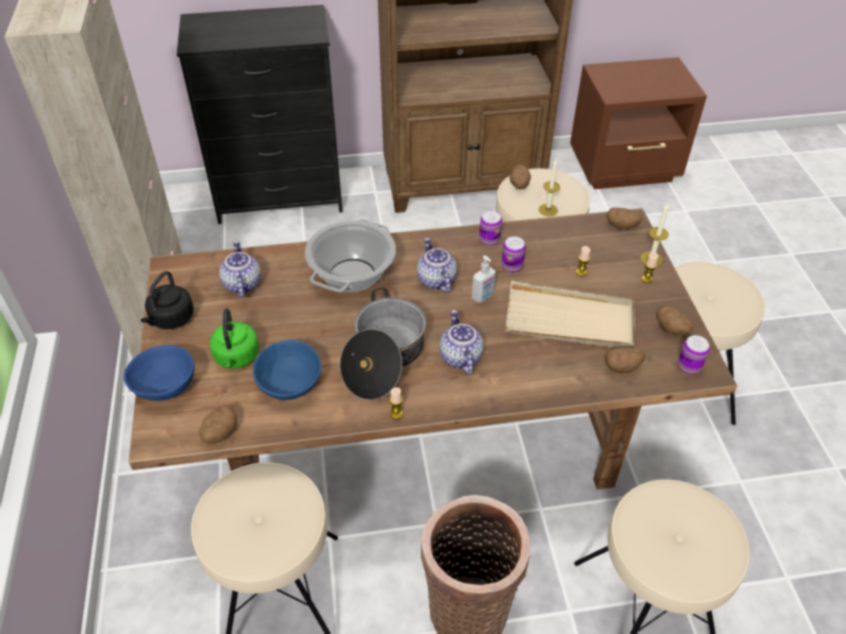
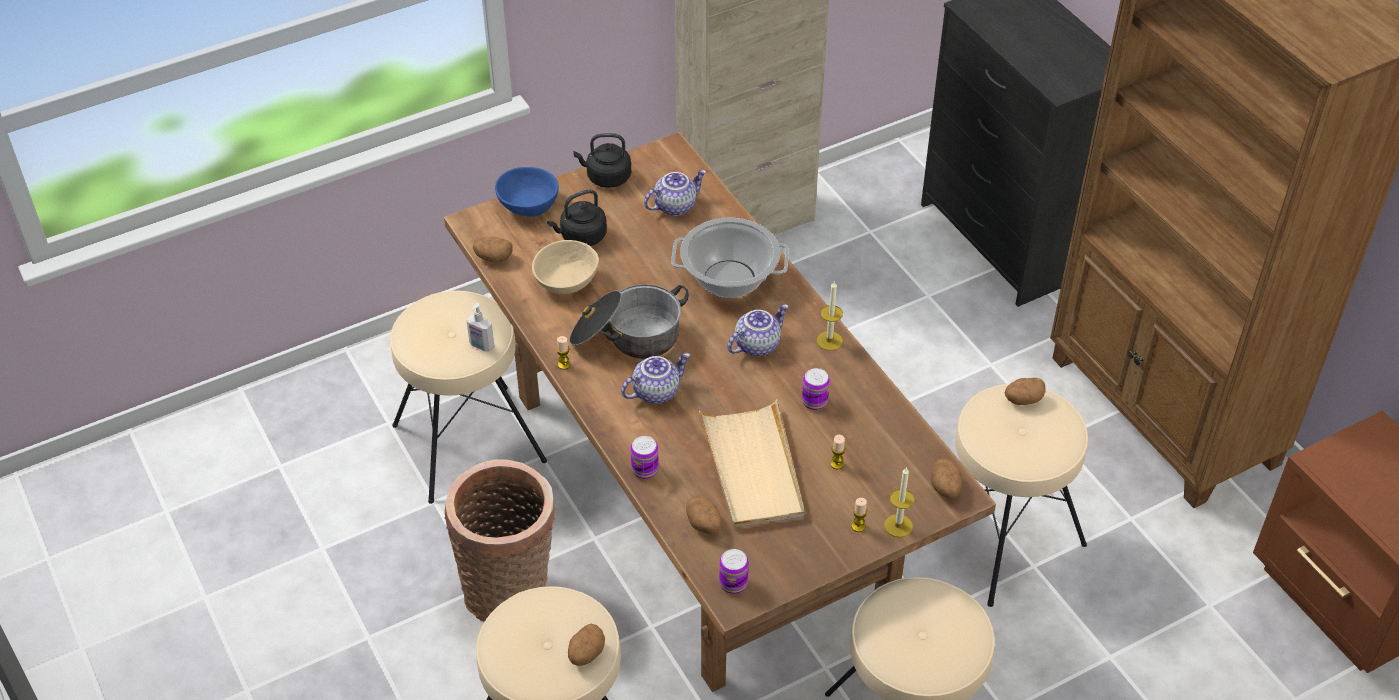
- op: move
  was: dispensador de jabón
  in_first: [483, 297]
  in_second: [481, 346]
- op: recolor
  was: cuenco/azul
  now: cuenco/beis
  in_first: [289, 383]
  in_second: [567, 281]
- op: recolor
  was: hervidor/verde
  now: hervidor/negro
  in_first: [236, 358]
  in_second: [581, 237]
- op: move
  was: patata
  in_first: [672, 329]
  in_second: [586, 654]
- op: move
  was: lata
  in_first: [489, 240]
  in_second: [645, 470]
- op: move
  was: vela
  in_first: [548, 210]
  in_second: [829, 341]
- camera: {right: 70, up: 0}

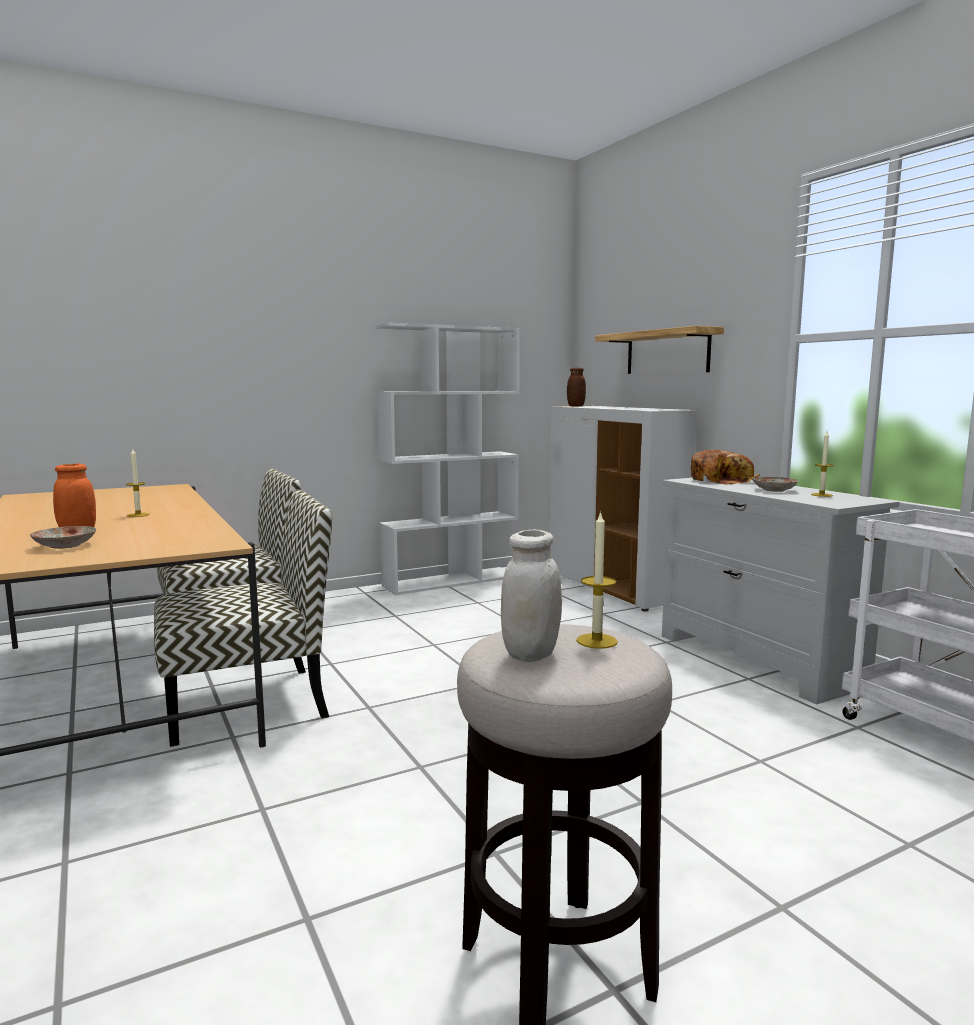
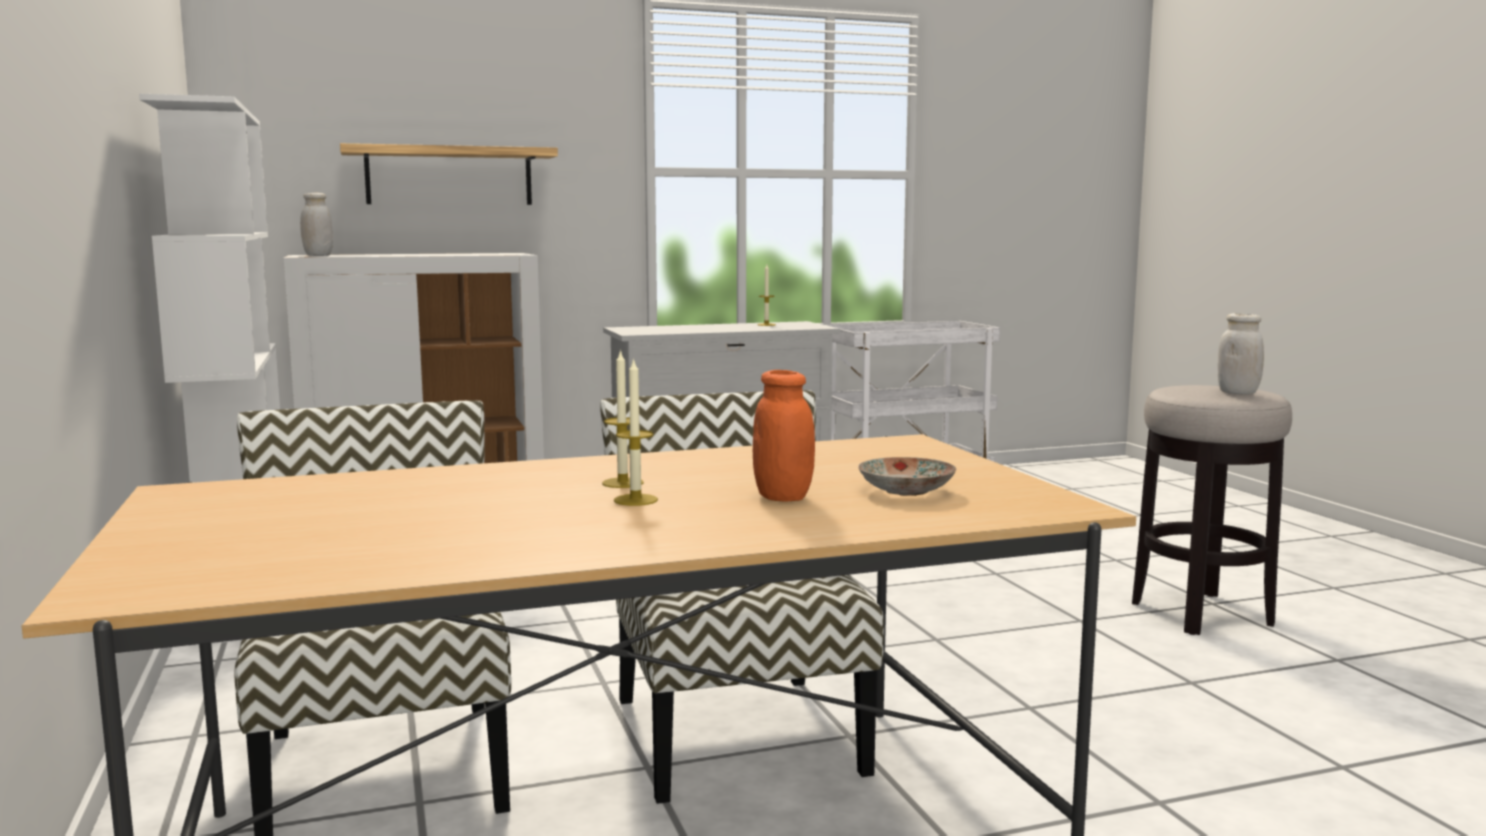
- op: recolor
  was: tarro/marrón
  now: tarro/blanco
  in_first: [575, 406]
  in_second: [318, 255]
- op: move
  was: vela
  in_first: [596, 641]
  in_second: [635, 500]
- op: delete
  was: pan
  in_first: [722, 480]
- op: delete
  was: plato
  in_first: [775, 490]
- camera: {right: -80, up: 0}

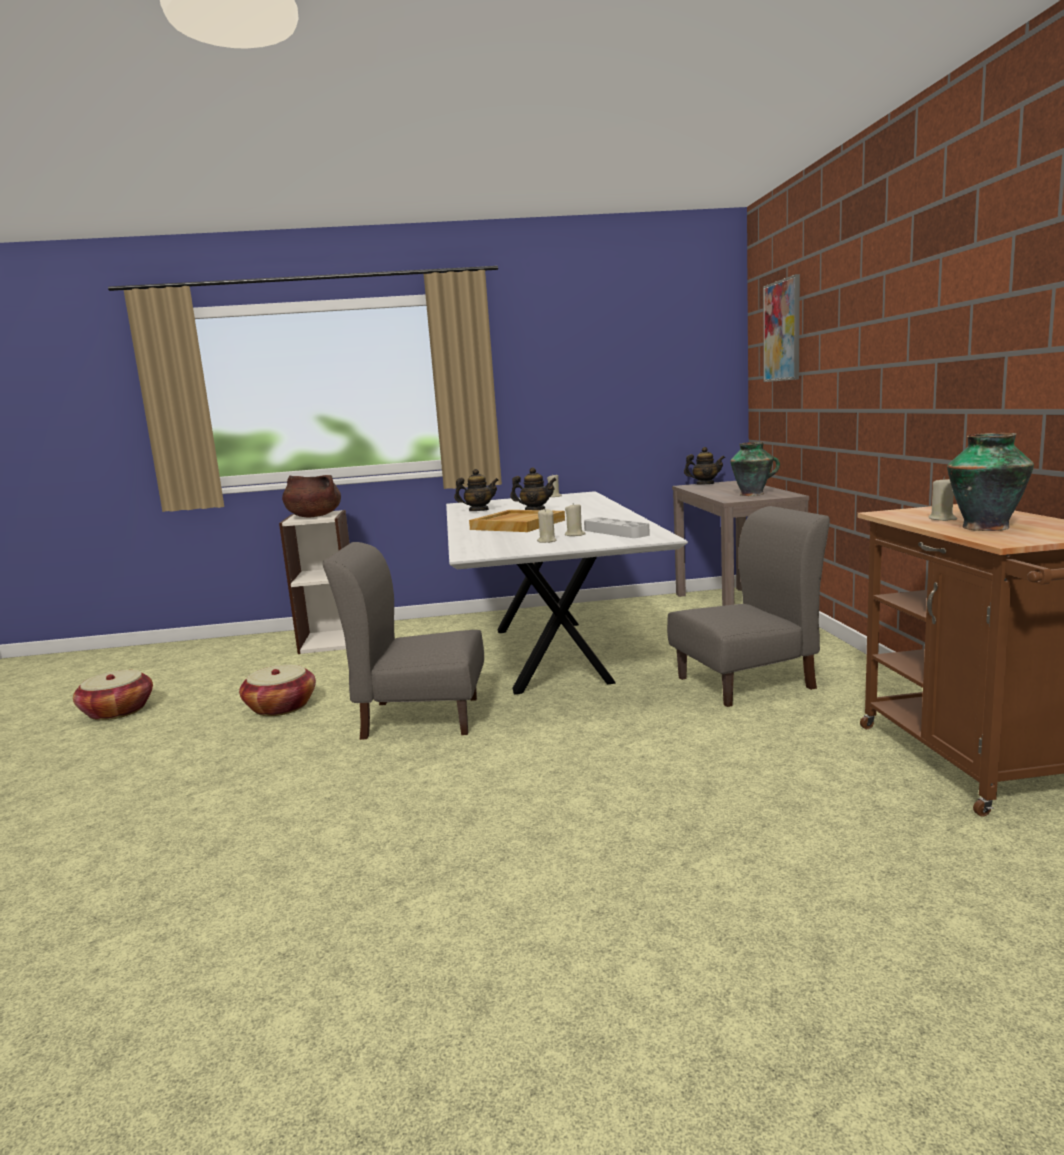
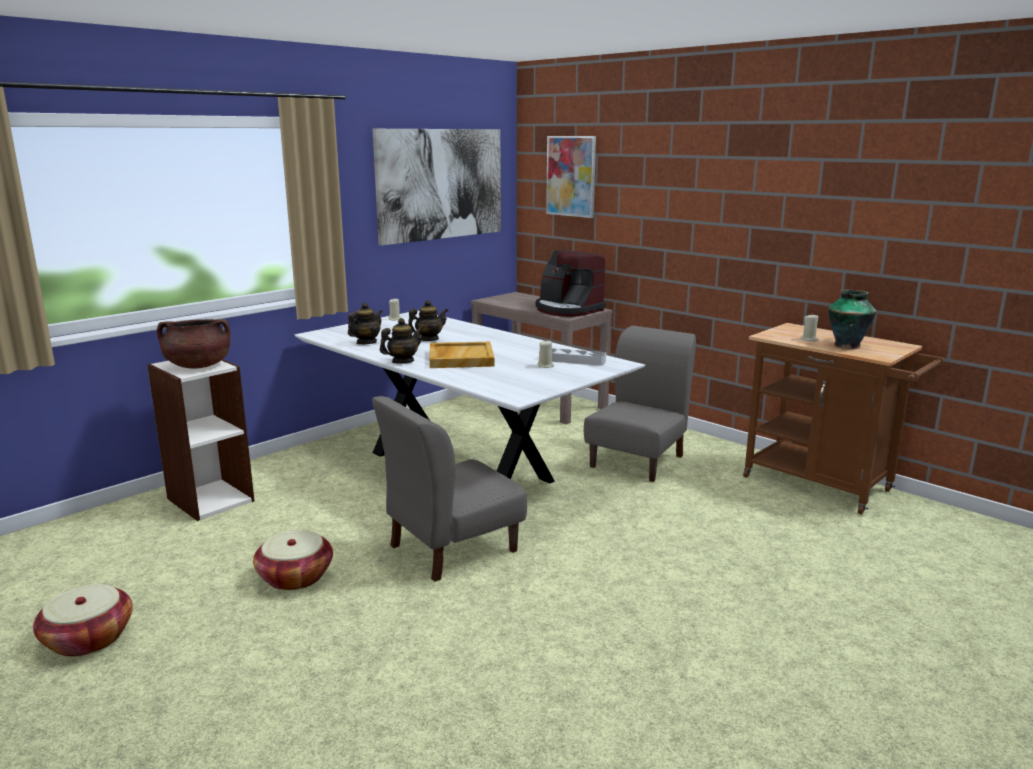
- op: insert
  now: cuadro
  in_second: [440, 184]
- op: move
  was: tetera
  in_first: [705, 484]
  in_second: [402, 361]
- op: replace
  was: florero
  now: cafetera
  in_first: [753, 494]
  in_second: [568, 309]
- op: delete
  was: vela/beis
  in_first: [546, 541]
- camera: {right: -40, up: 5}

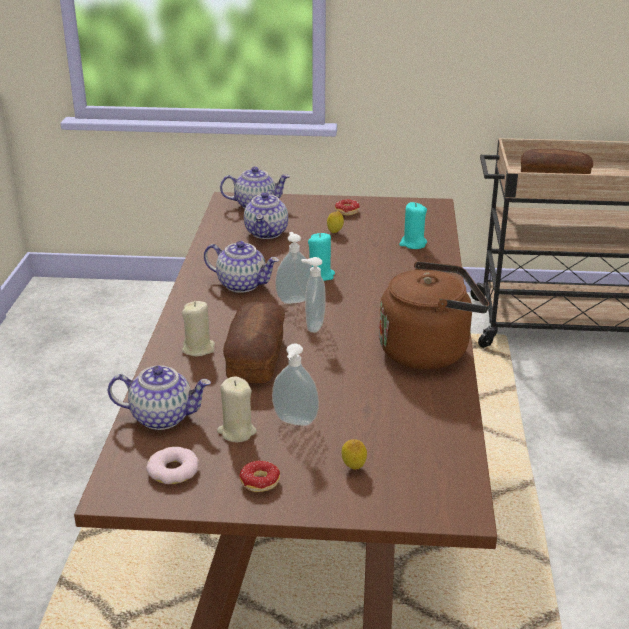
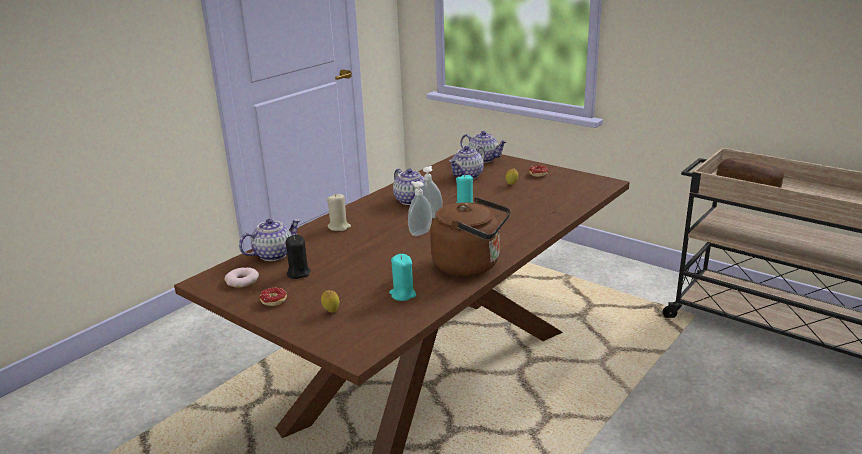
- op: rotate
  was: tetera
  in_first: [163, 417]
  in_second: [273, 254]
  clockwise: -75
- op: recolor
  was: vela/beis
  now: vela/negro
  in_first: [236, 432]
  in_second: [298, 273]
- op: move
  was: vela/turquesa
  in_first: [413, 244]
  in_second: [402, 294]
- op: delete
  was: pan
  in_first: [256, 358]
- op: delete
  was: dispensador de jabón
  in_first: [294, 422]
- camera: {right: 35, up: -5}

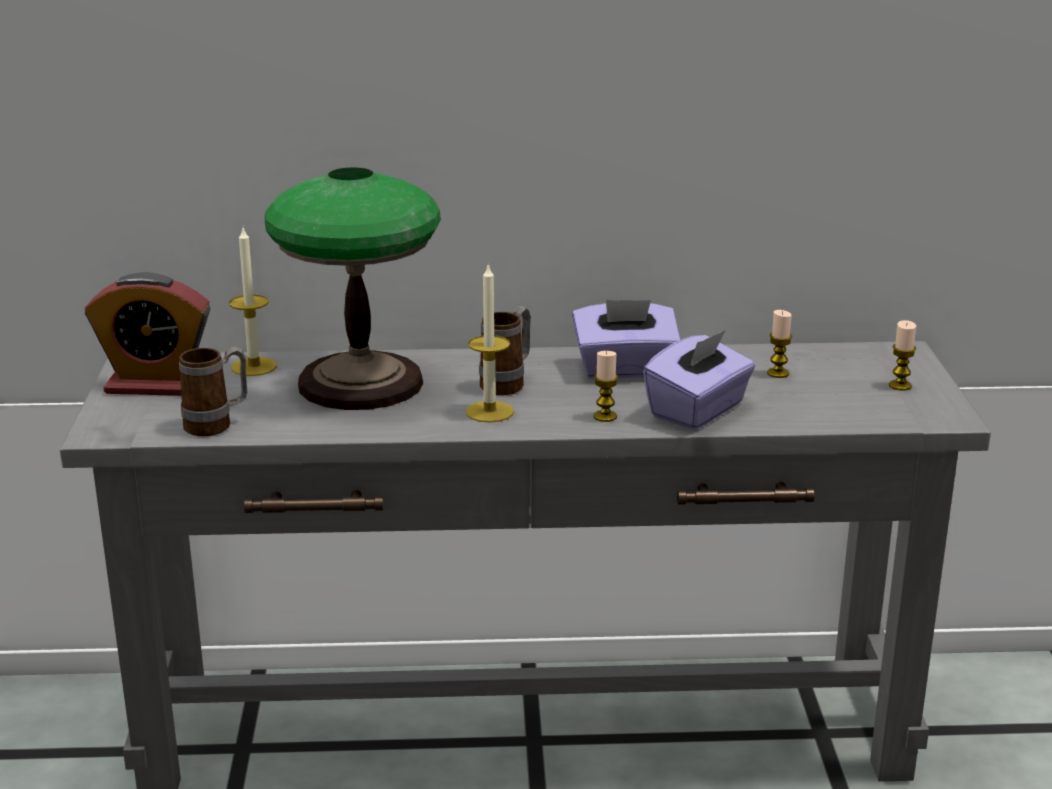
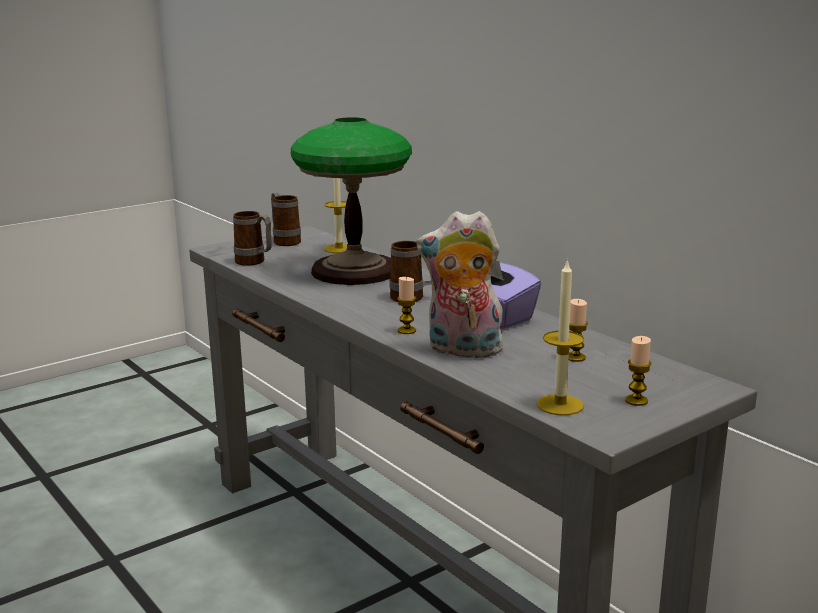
- op: replace
  was: despertador
  now: taza grande
  in_first: [155, 385]
  in_second: [284, 241]
- op: replace
  was: caja de pañuelos/morado
  now: peluche
  in_first: [698, 410]
  in_second: [462, 351]
- op: move
  was: vela
  in_first: [489, 412]
  in_second: [560, 405]
- camera: {right: 55, up: -5}

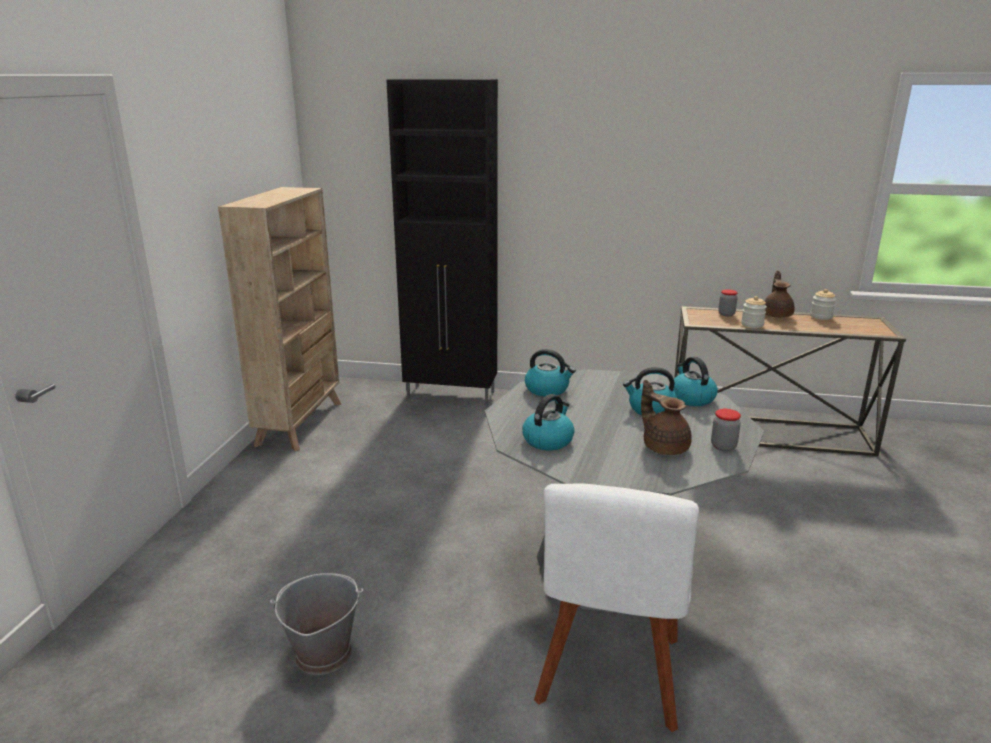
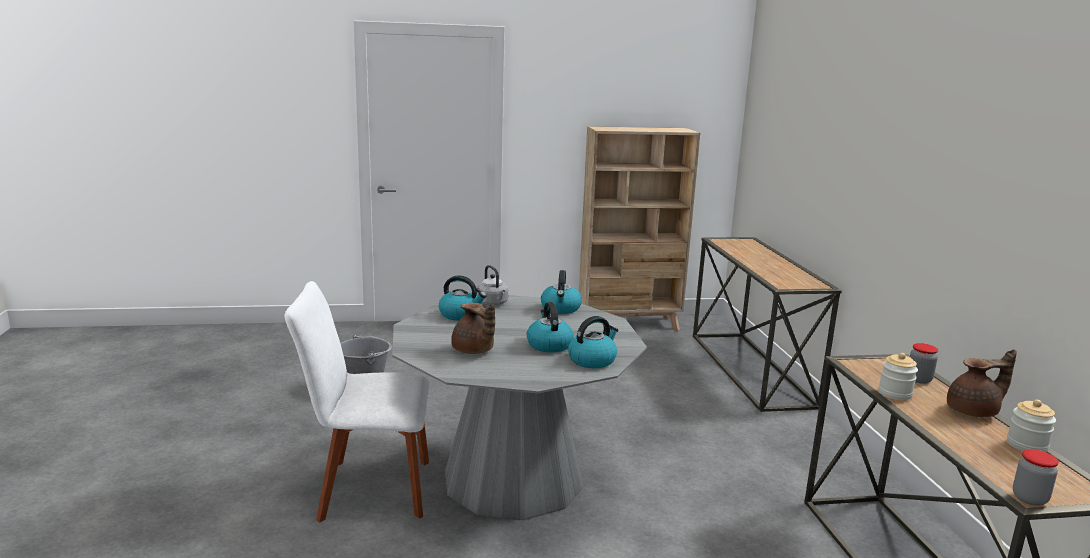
- op: rotate
  was: tetera/marrón
  in_first: [664, 446]
  in_second: [473, 351]
  clockwise: 105
- op: insert
  now: hervidor/gris
  in_second: [493, 303]
- op: replace
  was: armario/negro
  now: mesa consola
  in_first: [452, 396]
  in_second: [752, 369]
- op: move
  was: tarro
  in_first: [723, 446]
  in_second: [1029, 498]
- camera: {right: 70, up: -5}

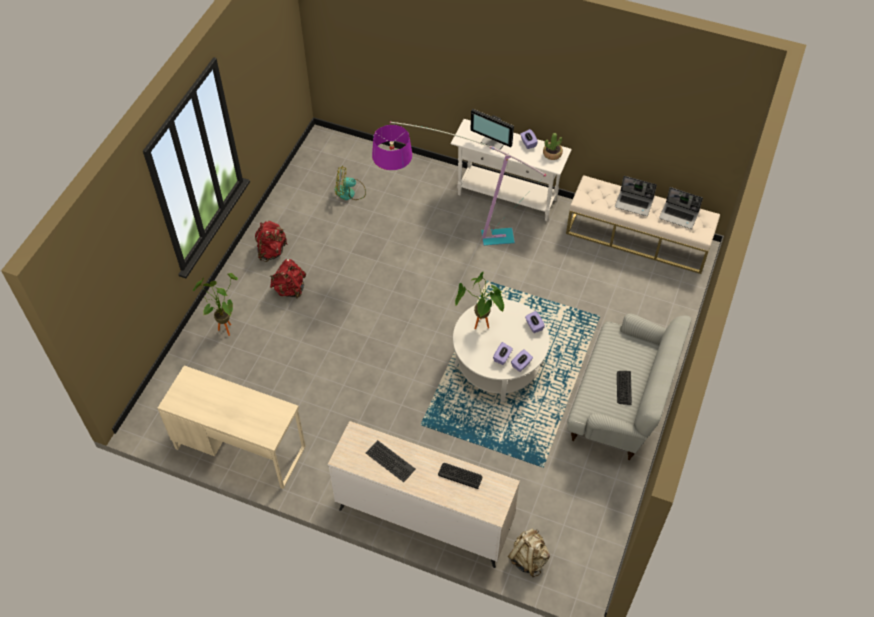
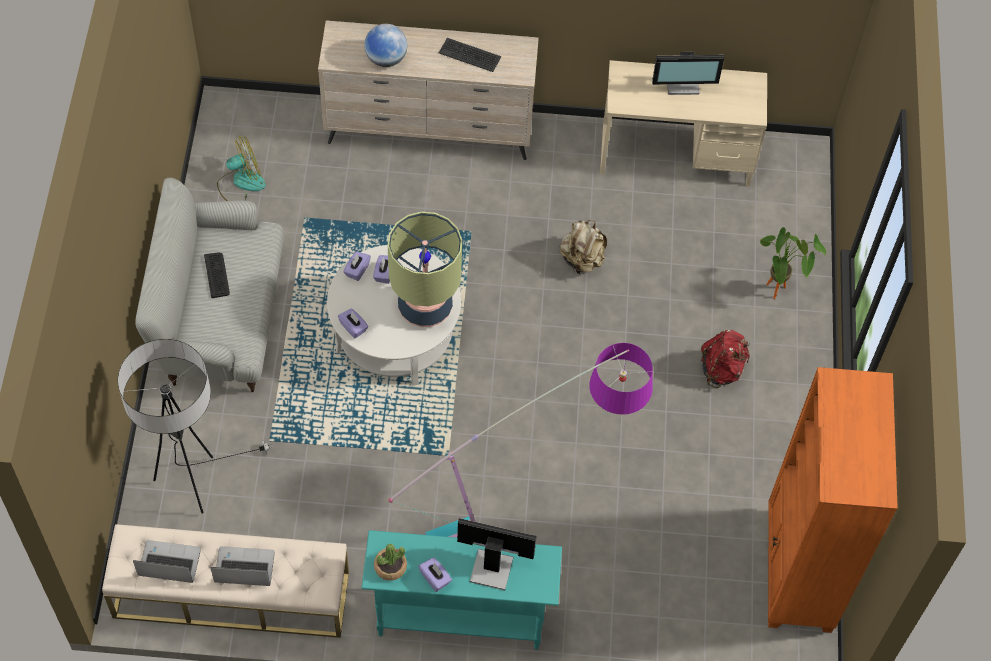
- op: insert
  now: lámpara de pie
  in_second: [194, 483]
- op: move
  was: ventilador
  in_first: [349, 192]
  in_second: [241, 183]
- op: recolor
  was: mesa consola/blanco
  now: mesa consola/turquesa
  in_first: [507, 197]
  in_second: [459, 617]
- op: replace
  was: teclado
  now: globo terráqueo
  in_first: [460, 475]
  in_second: [386, 58]
- op: replace
  was: planta en maceta
  now: lámpara de mesa
  in_first: [480, 328]
  in_second: [425, 306]
- op: move
  was: mochila/beis
  in_first: [528, 558]
  in_second: [582, 260]
- op: insert
  now: monitor
  in_second: [683, 83]
- op: insert
  now: estantería/naranja
  in_second: [798, 571]
- op: delete
  was: mochila/rojo
  in_first: [272, 251]
- camera: {right: 160, up: 5}

